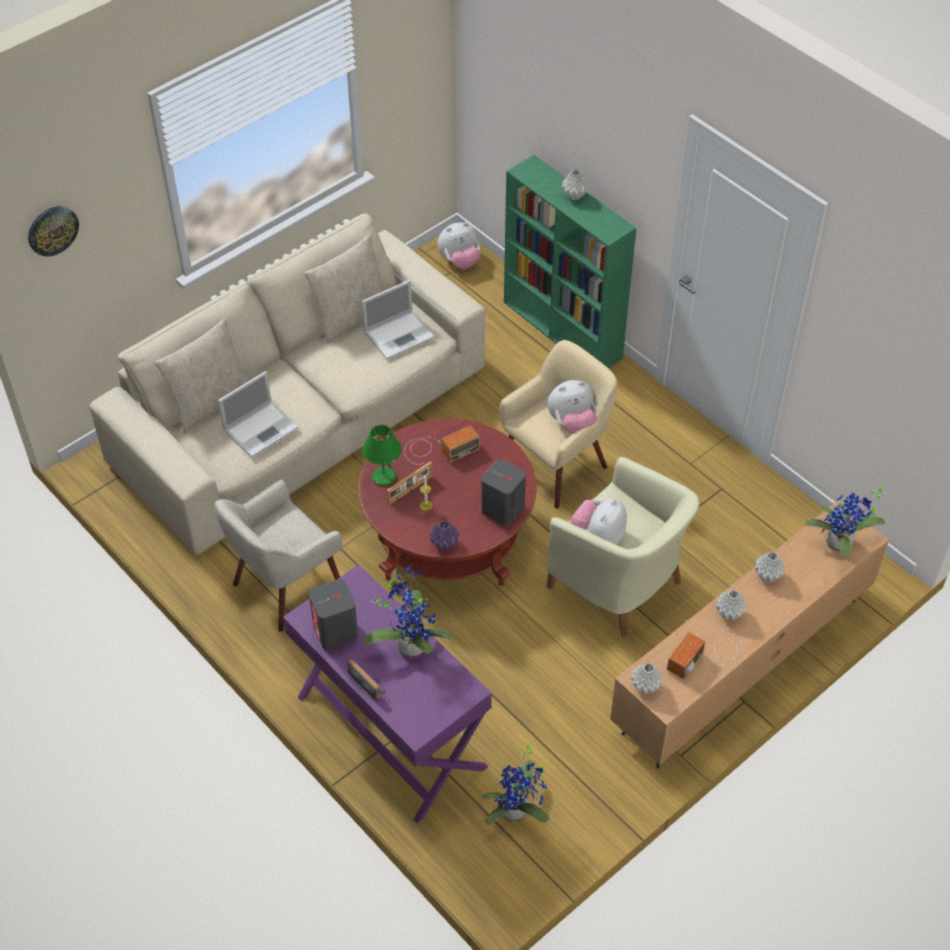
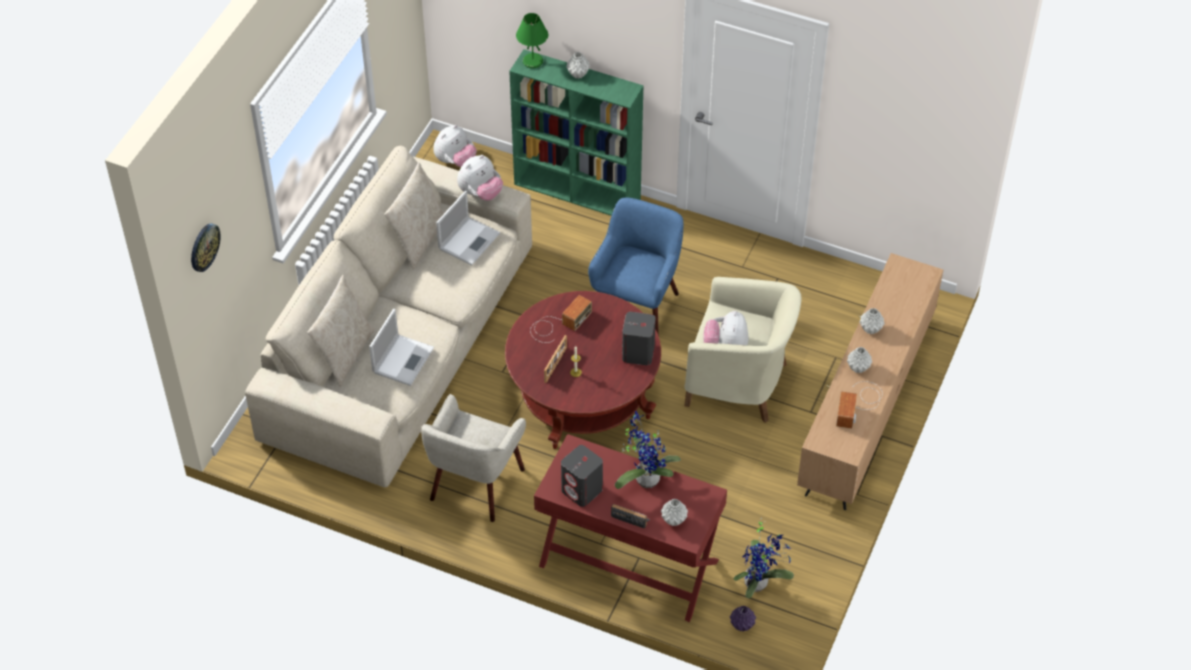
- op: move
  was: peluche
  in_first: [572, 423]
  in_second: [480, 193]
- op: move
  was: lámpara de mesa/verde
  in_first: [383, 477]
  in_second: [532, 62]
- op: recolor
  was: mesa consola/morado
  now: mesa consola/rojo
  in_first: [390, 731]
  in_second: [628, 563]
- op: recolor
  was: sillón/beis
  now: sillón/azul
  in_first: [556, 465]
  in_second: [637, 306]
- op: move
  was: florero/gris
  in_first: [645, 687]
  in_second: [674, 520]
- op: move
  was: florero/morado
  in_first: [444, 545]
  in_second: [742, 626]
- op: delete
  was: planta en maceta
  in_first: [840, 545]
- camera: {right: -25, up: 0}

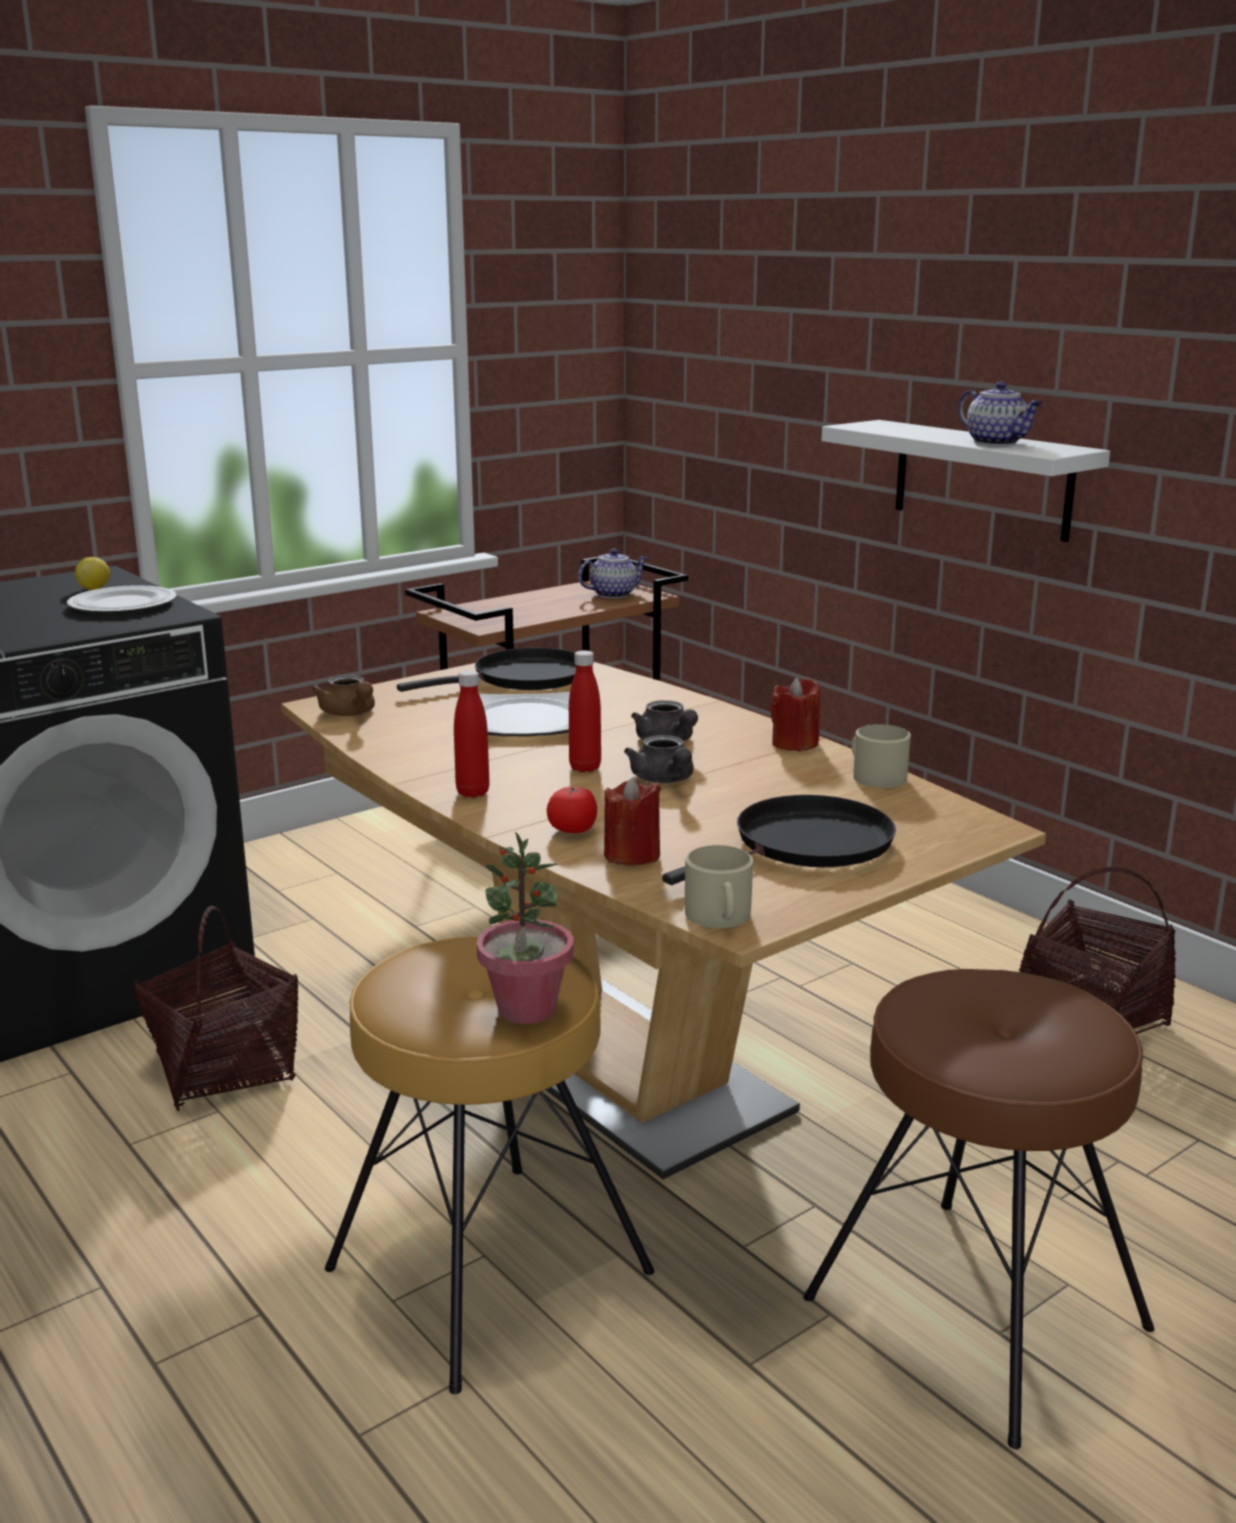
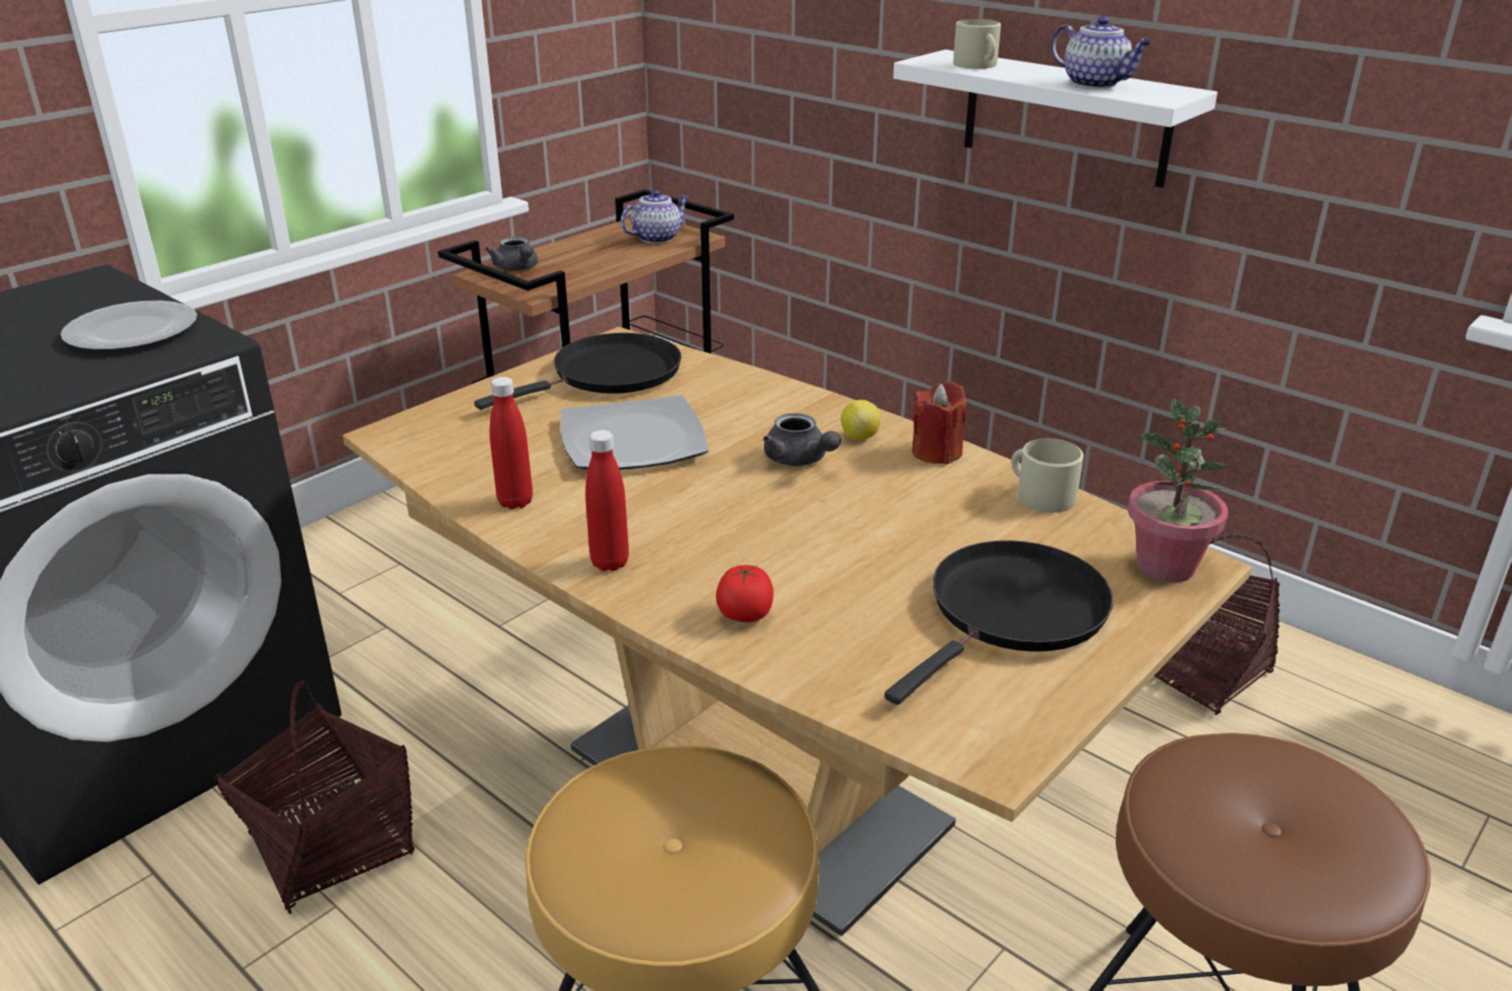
- op: move
  was: tetera/gris
  in_first: [664, 780]
  in_second: [517, 269]
- op: move
  was: botella/rojo
  in_first: [585, 768]
  in_second: [515, 502]
- op: move
  was: limón
  in_first: [94, 589]
  in_second: [859, 436]
- op: move
  was: taza grande/beis
  in_first: [720, 917]
  in_second: [977, 65]
- op: move
  was: planta en maceta
  in_first: [526, 1009]
  in_second: [1165, 567]
- op: delete
  was: tetera/marrón
  in_first: [350, 714]
- op: delete
  was: vela/rojo
  in_first: [632, 855]
- camera: {right: -10, up: 10}

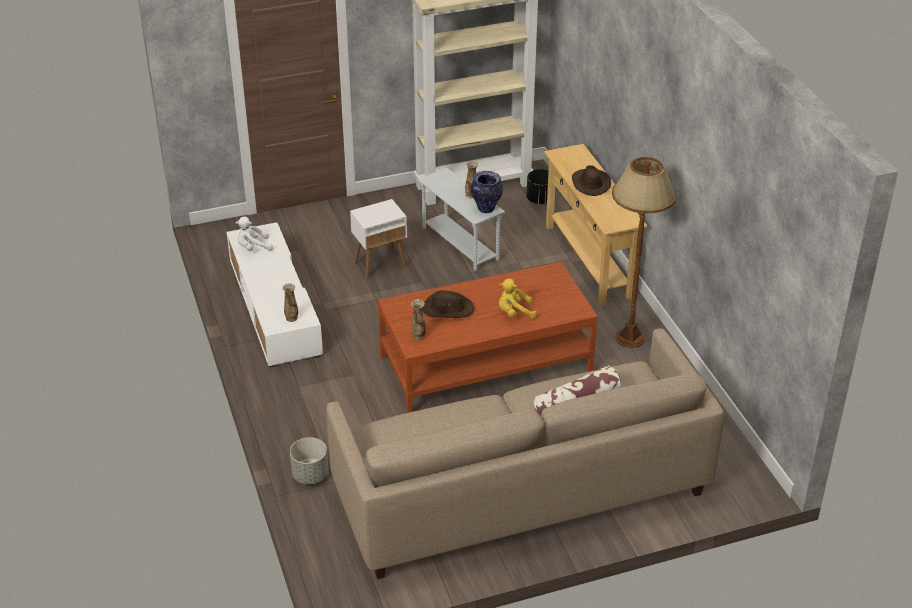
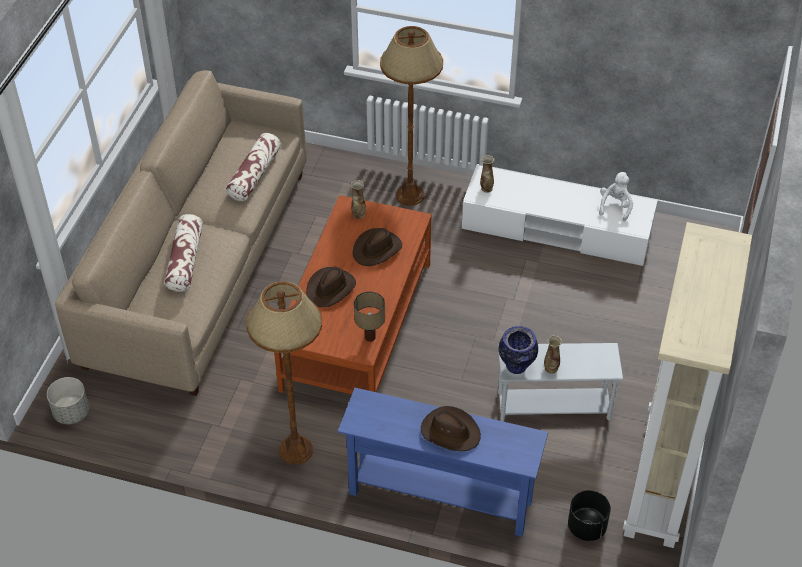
- op: move
  was: maceta/gris
  in_first: [310, 475]
  in_second: [71, 412]
- op: insert
  now: cojín
  in_second: [255, 174]
- op: replace
  was: peluche/amarillo
  now: sombrero/marrón
  in_first: [514, 312]
  in_second: [330, 289]
- op: recolor
  was: mesa consola/beis
  now: mesa consola/azul
  in_first: [588, 260]
  in_second: [440, 497]
- op: insert
  now: lámpara de mesa
  in_second: [369, 337]
- op: insert
  now: lámpara de pie/marrón
  in_second: [410, 195]
- op: delete
  was: mesa auxiliar/blanco
  in_first: [380, 264]
- camera: {right: 125, up: 10}

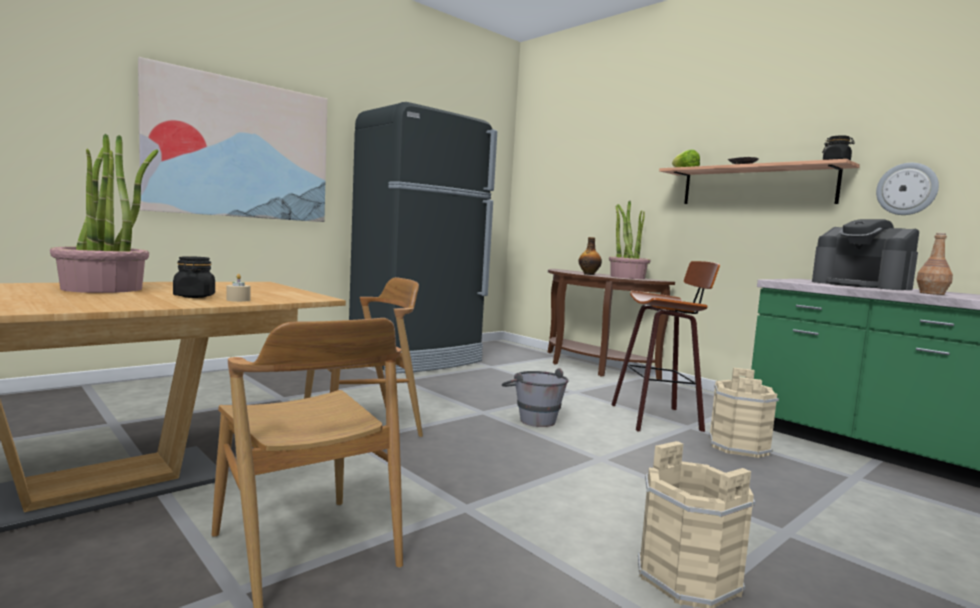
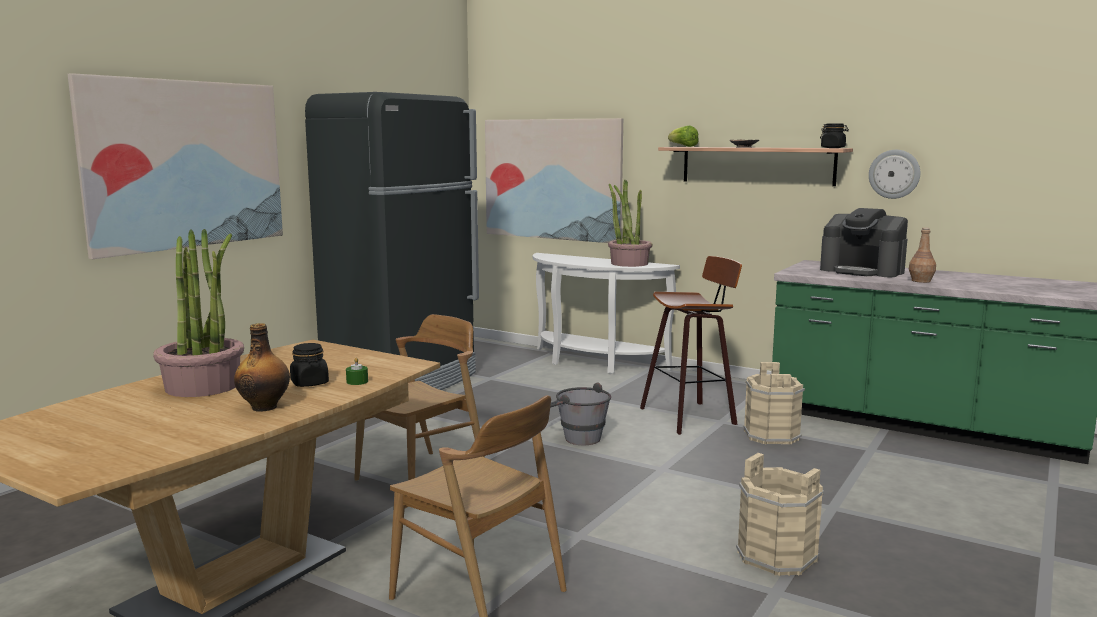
- op: move
  was: botella
  in_first: [589, 274]
  in_second: [265, 407]
- op: recolor
  was: vela/beis
  now: vela/verde
  in_first: [238, 300]
  in_second: [357, 381]
- op: insert
  now: cuadro
  in_second: [552, 179]
- op: recolor
  was: mesa consola/marrón
  now: mesa consola/blanco
  in_first: [589, 367]
  in_second: [593, 363]
- camera: {right: -15, up: 5}

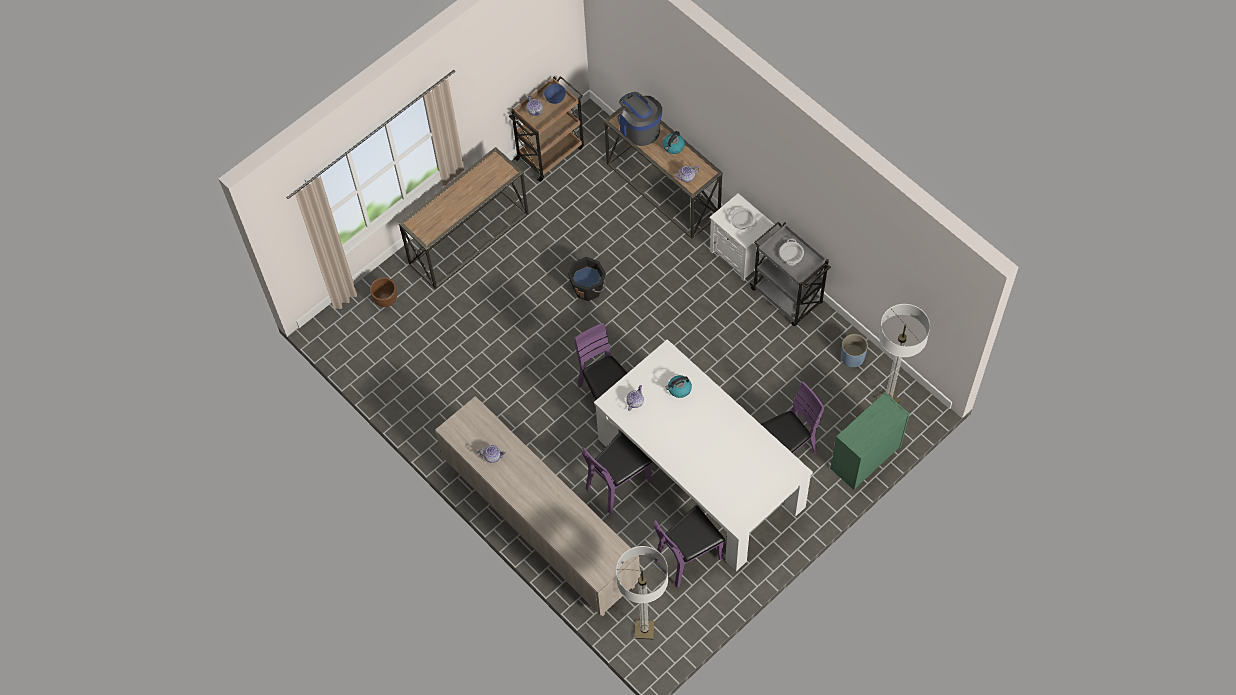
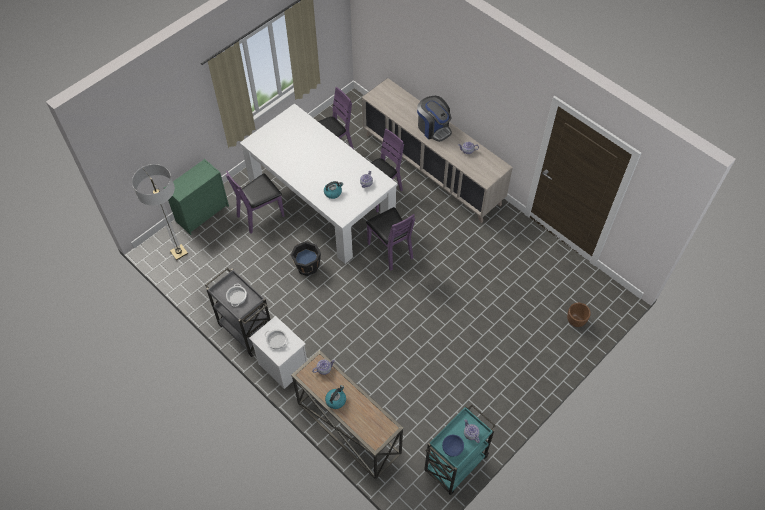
- op: move
  was: cubo/negro
  in_first: [588, 288]
  in_second: [307, 266]
- op: move
  was: cafetera
  in_first: [639, 128]
  in_second: [433, 128]
- op: recolor
  was: carrito/marrón
  now: carrito/turquesa
  in_first: [550, 152]
  in_second: [455, 465]
- op: delete
  was: mesa consola
  in_first: [468, 238]
- op: delete
  was: lámpara de pie
  in_first: [644, 630]
- op: delete
  was: maceta/azul
  in_first: [852, 357]
- camera: {right: 175, up: -5}

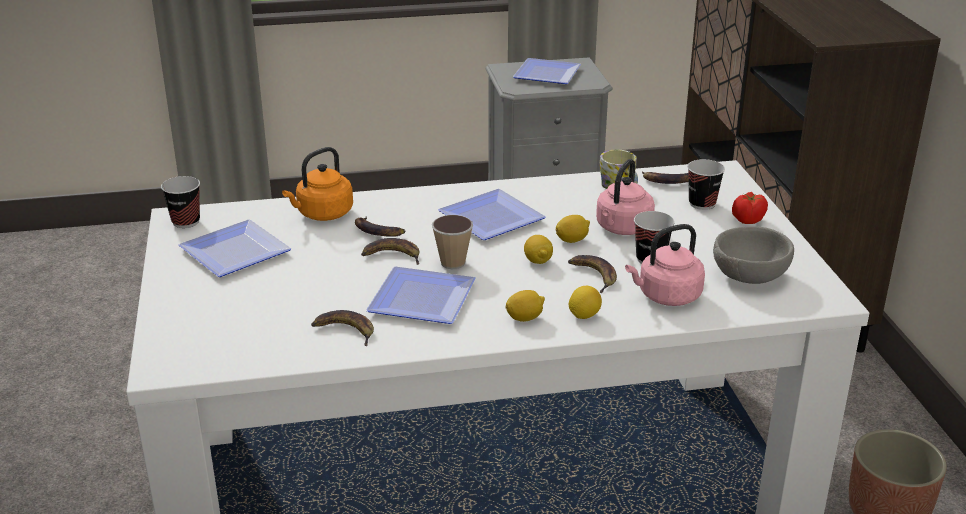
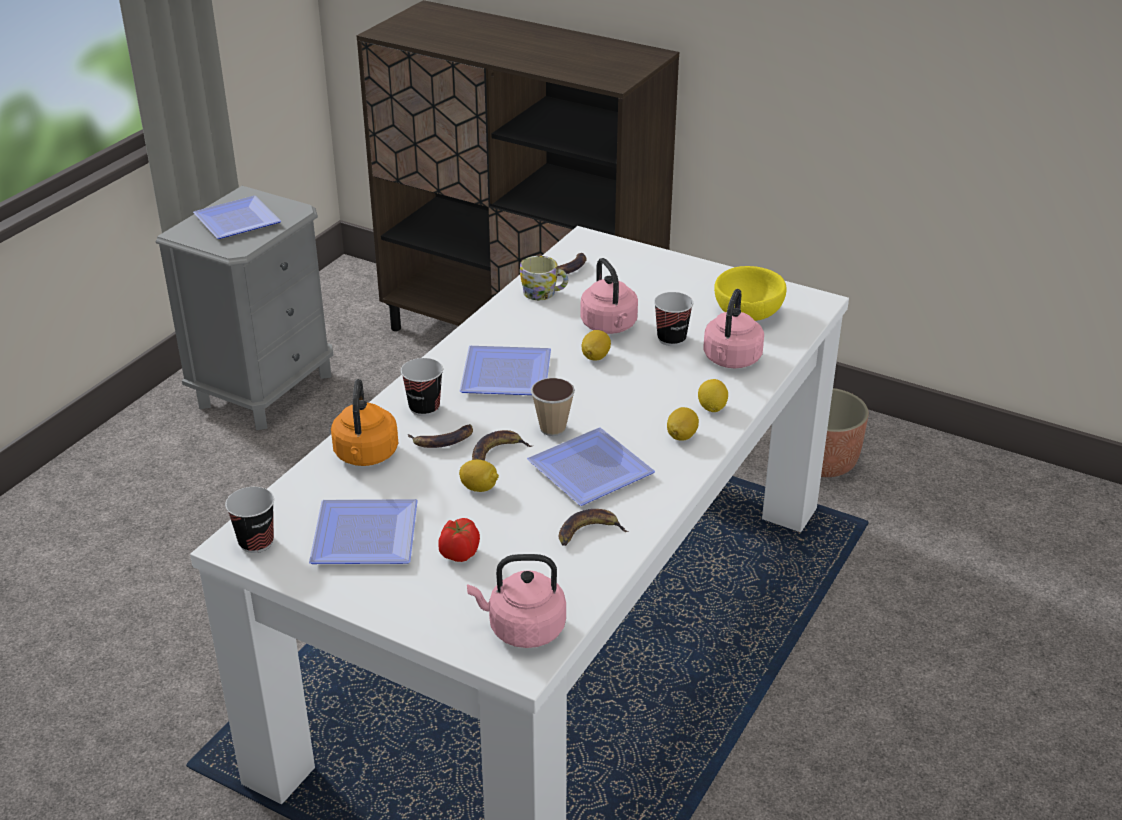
- op: move
  was: taza
  in_first: [702, 204]
  in_second: [424, 408]
- op: move
  was: tomate
  in_first: [747, 220]
  in_second: [459, 553]
- op: move
  was: limón
  in_first: [538, 261]
  in_second: [479, 488]
- op: insert
  now: hervidor/rosa
  in_second: [522, 629]
- op: recolor
  was: cuenco/gris
  now: cuenco/amarillo
  in_first: [751, 276]
  in_second: [749, 313]
- op: delete
  was: plátano
  in_first: [593, 275]
- camera: {right: -50, up: 5}

